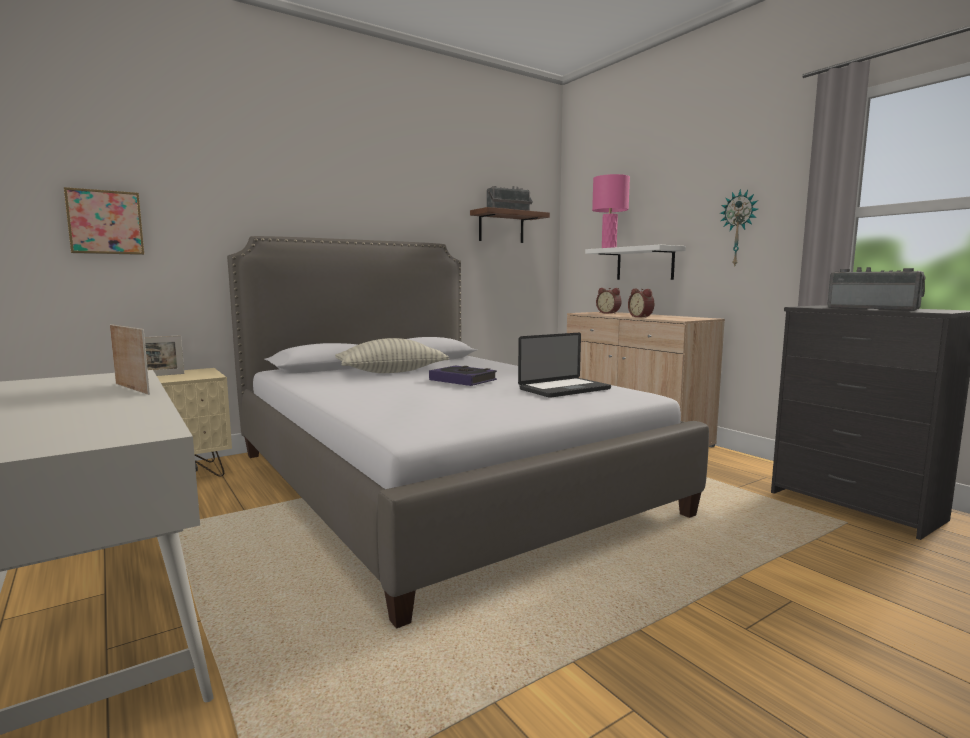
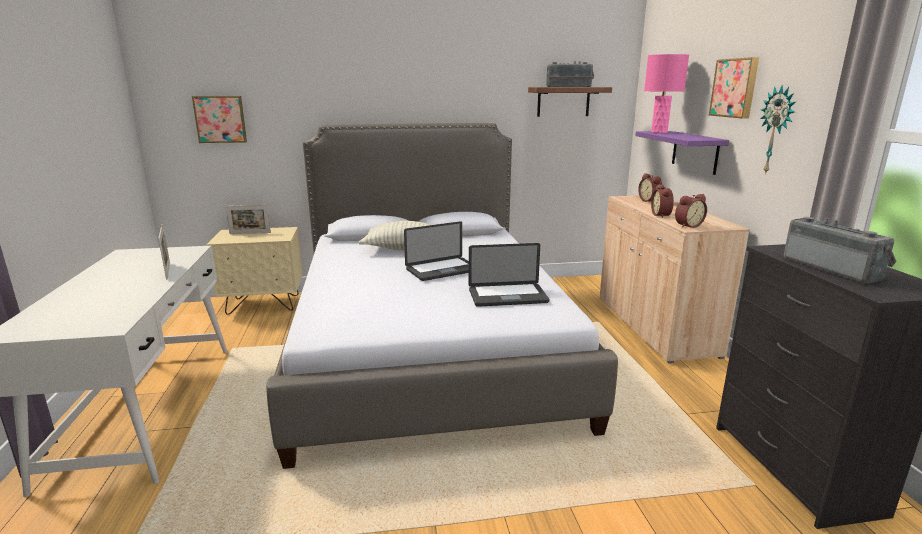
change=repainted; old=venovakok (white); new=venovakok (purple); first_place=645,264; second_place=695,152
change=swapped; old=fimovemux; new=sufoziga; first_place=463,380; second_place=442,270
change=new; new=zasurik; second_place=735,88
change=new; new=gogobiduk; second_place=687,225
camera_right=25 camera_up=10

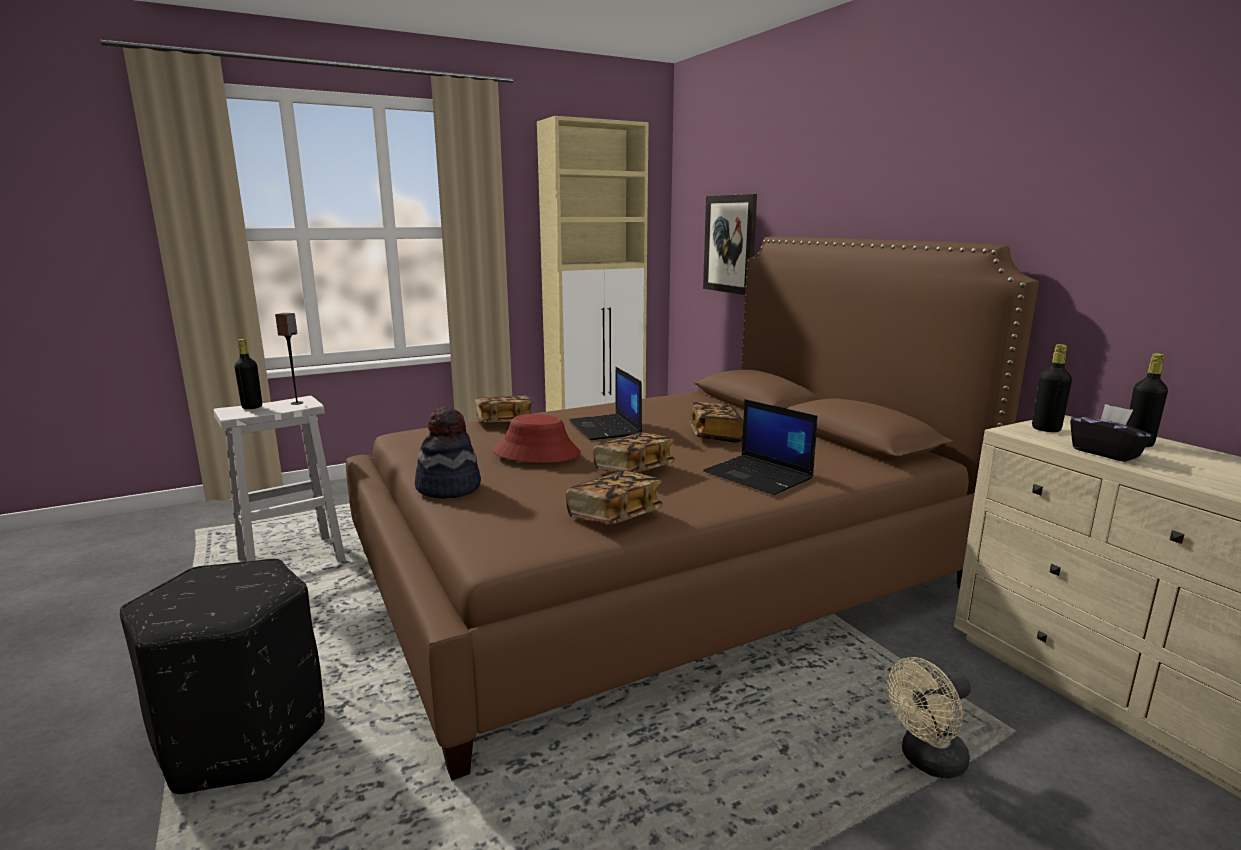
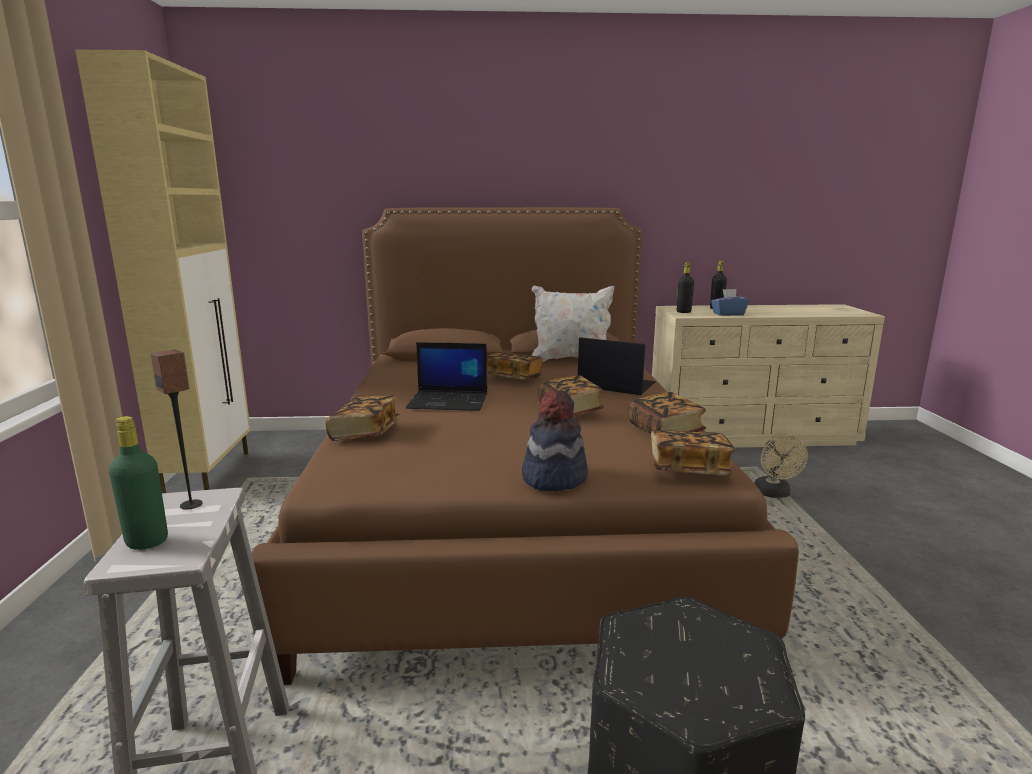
change=gone; old=zasurik; first_place=730,244
change=repainted; old=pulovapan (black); new=pulovapan (green); first_place=252,407; second_place=147,541
change=rotated; old=sufoziga; first_place=759,476; second_place=615,385; degrees=-135
change=repainted; old=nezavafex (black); new=nezavafex (blue); first_place=1105,453; second_place=728,314
change=gone; old=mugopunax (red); first_place=537,452
change=new; new=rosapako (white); second_place=571,361
change=new; new=fimovemux; second_place=688,470
camera_right=-65 camera_up=0

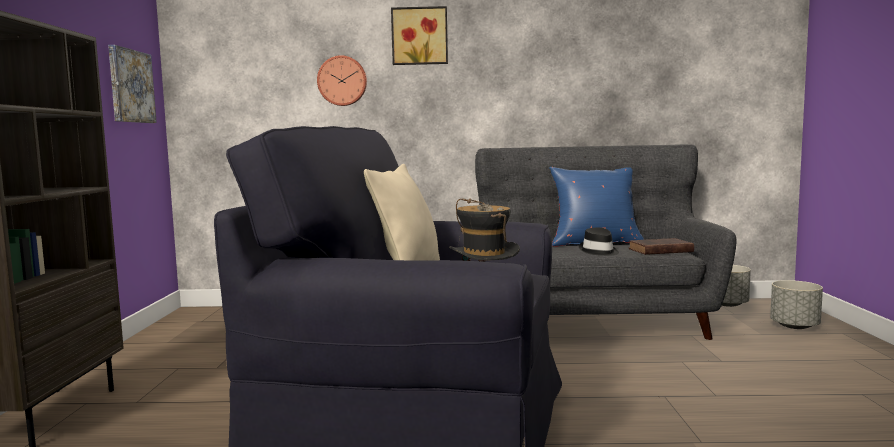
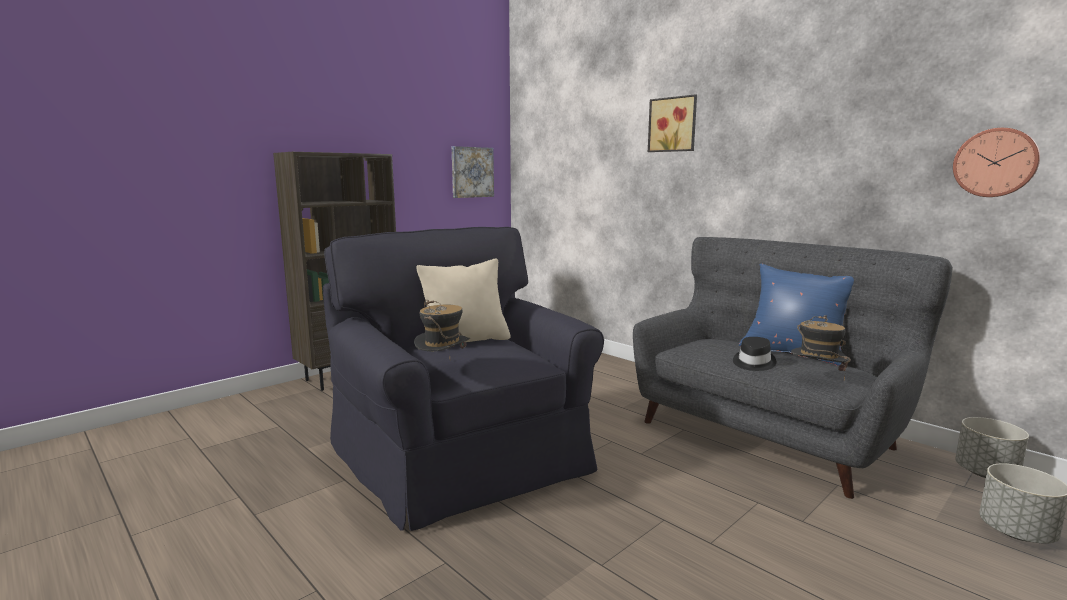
change=shifted; old=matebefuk; first_place=342,81; second_place=995,162
change=swapped; old=fimovemux (brown); new=mugopunax; first_place=659,250; second_place=816,379
camera_right=45 camera_up=5

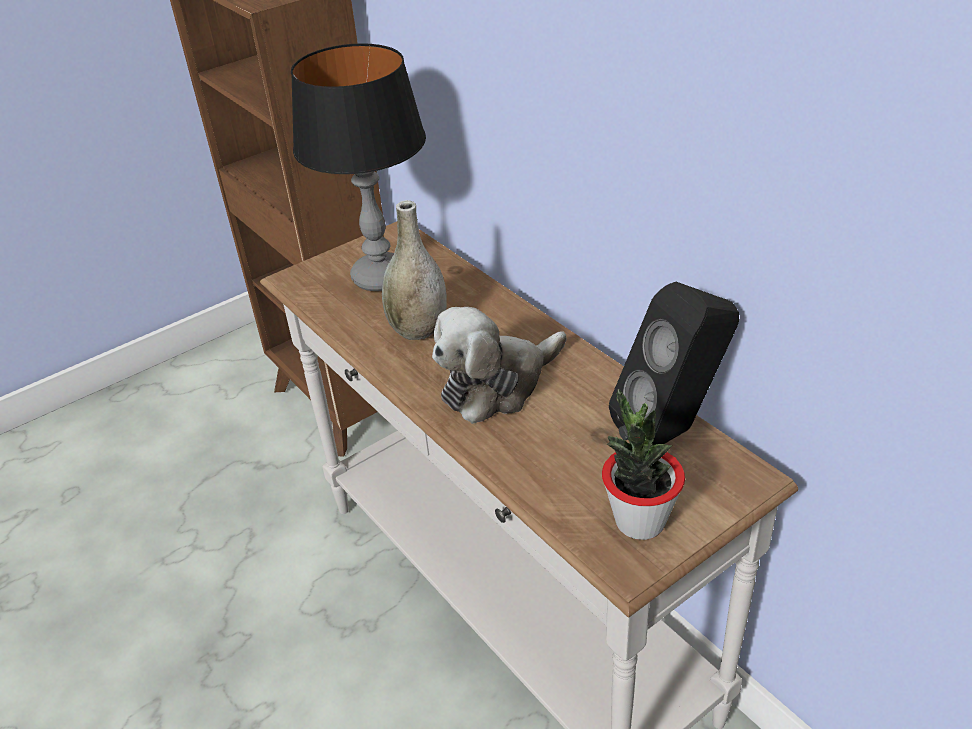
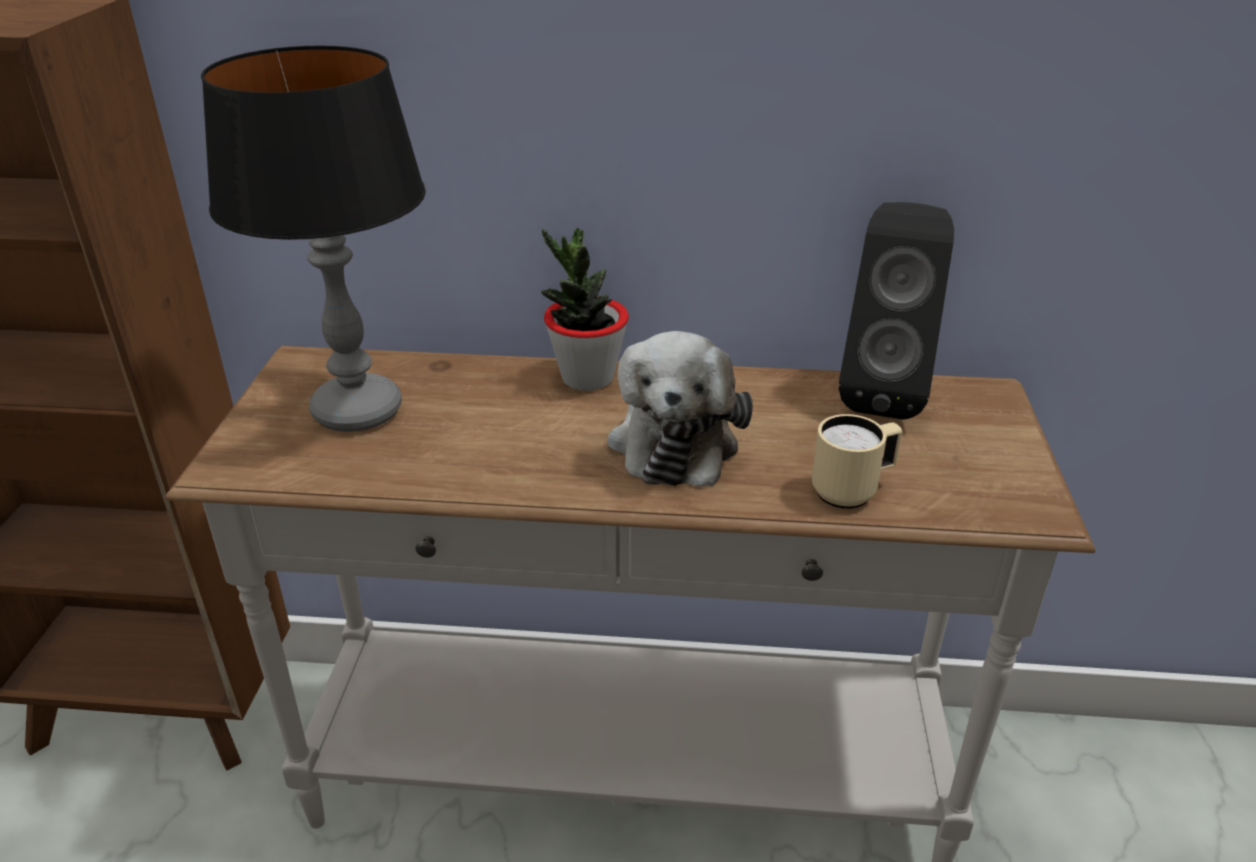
change=gone; old=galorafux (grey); first_place=418,329
change=shifted; old=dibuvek; first_place=639,521; second_place=587,378
change=new; new=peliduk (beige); second_place=852,491
camera_right=-50 camera_up=-5

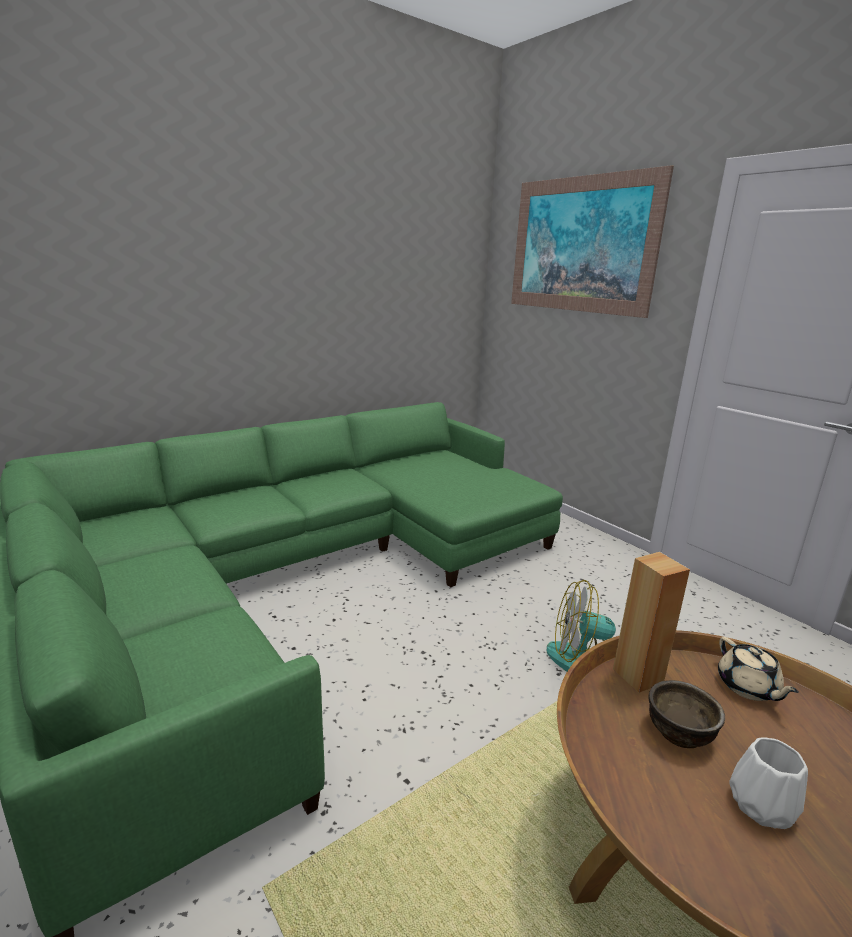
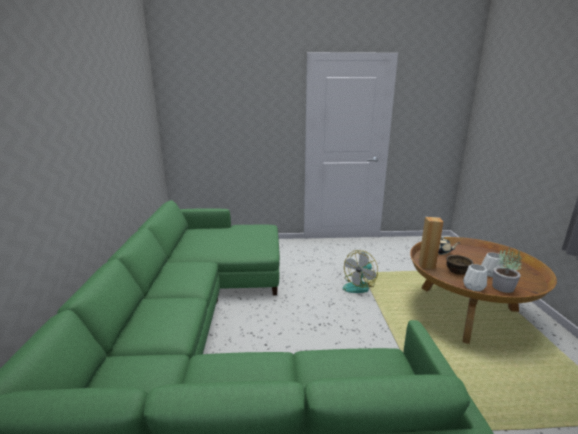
change=gone; old=zasurik; first_place=581,245
change=new; new=dibuvek; second_place=502,287
change=new; new=galorafux (white); second_place=473,286
camera_right=-55 camera_up=0

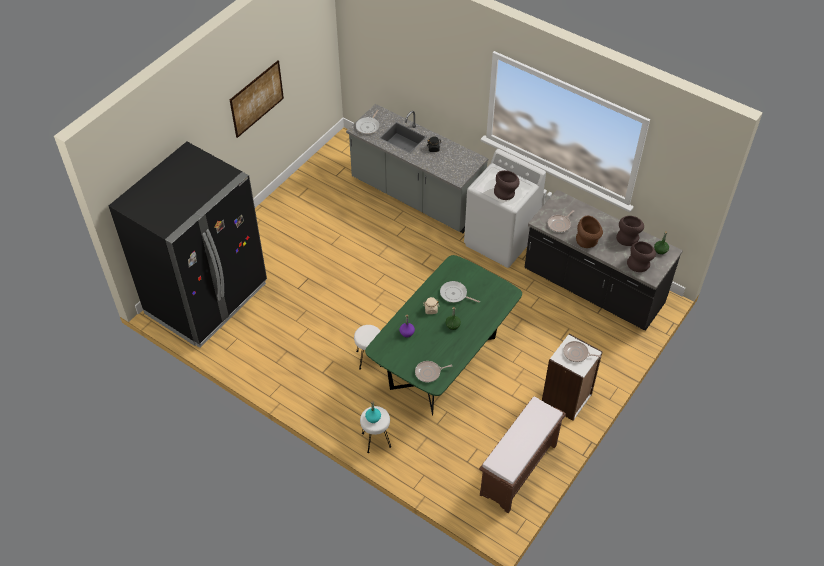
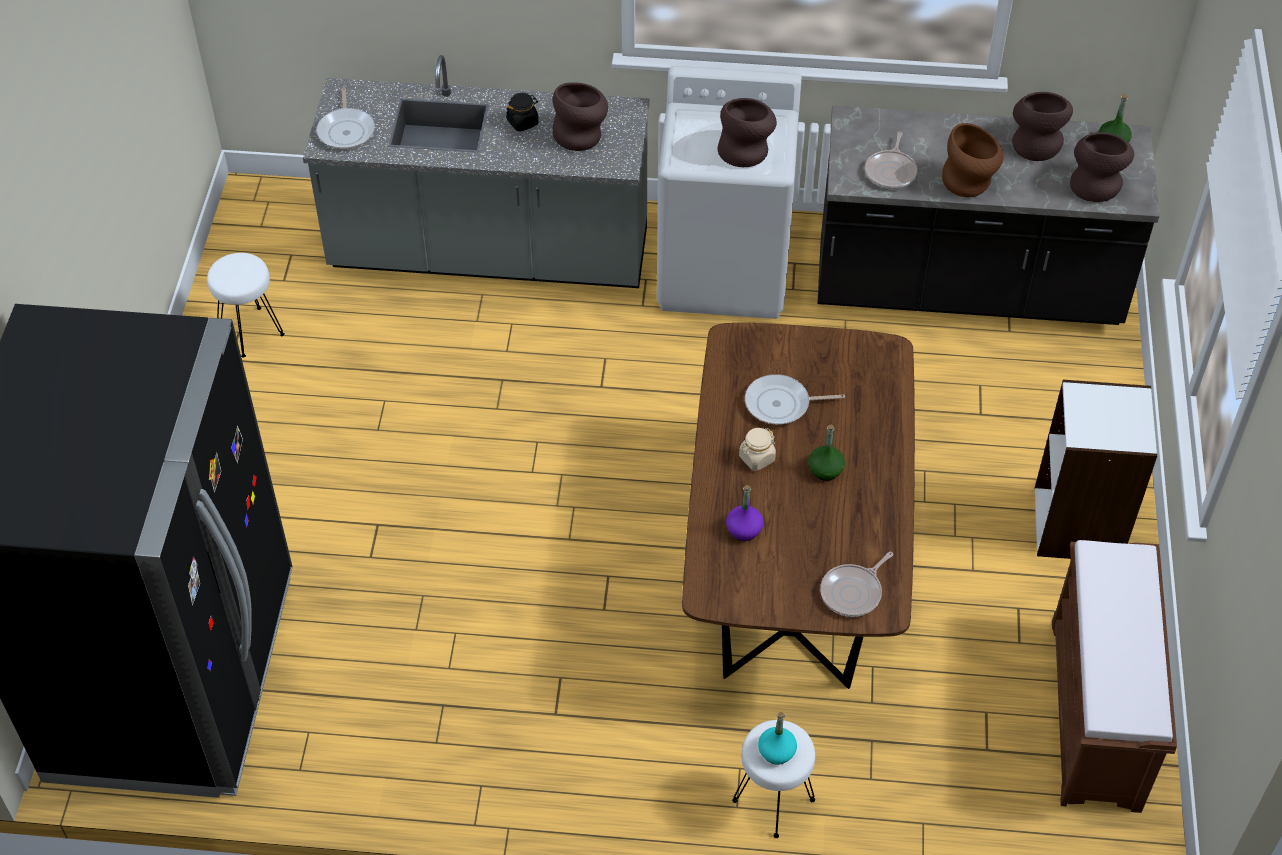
change=gone; old=zasurik; first_place=257,98
change=repainted; old=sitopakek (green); new=sitopakek (brown); first_place=443,363; second_place=793,570
change=shifted; old=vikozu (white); first_place=369,358; second_place=250,331
change=gone; old=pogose; first_place=577,354
change=new; new=galorafux (brown); second_place=581,135
camera_right=-30 camera_up=0

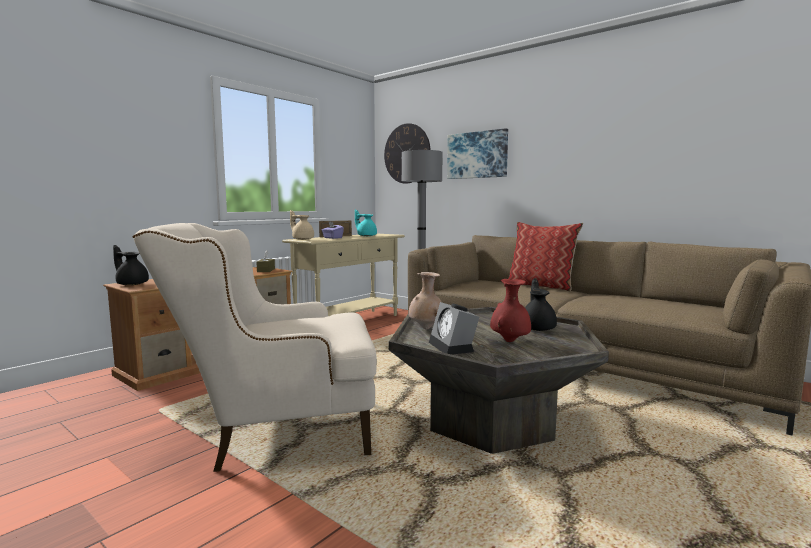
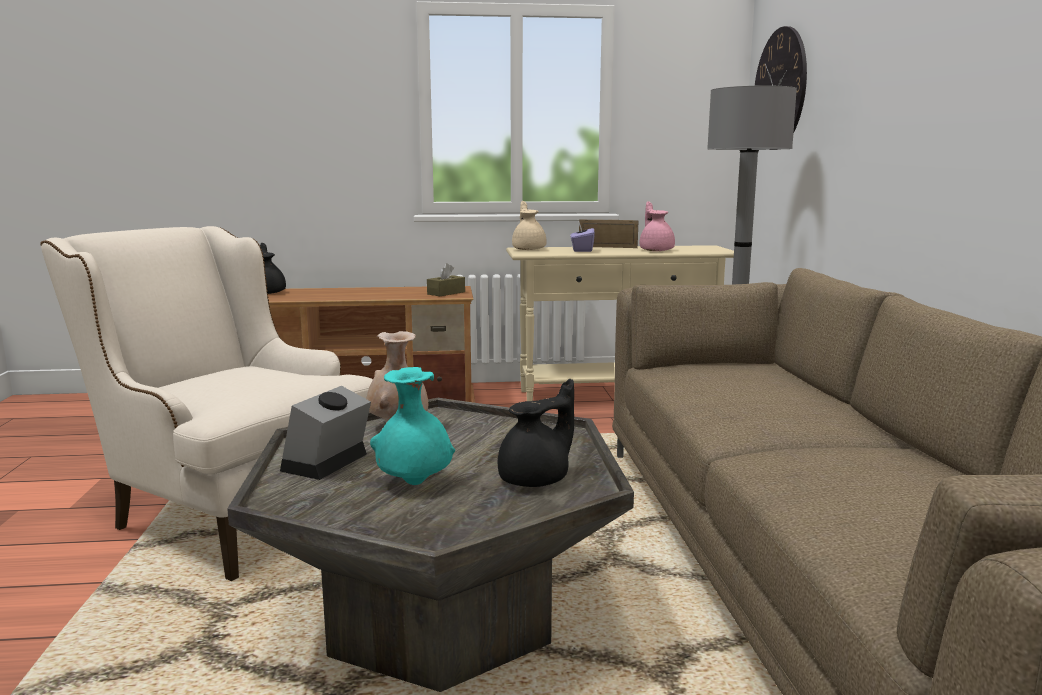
change=gone; old=zasurik; first_place=477,155
change=repainted; old=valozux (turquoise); new=valozux (pink); first_place=366,236; second_place=656,250
change=gone; old=rosapako; first_place=541,286
change=repainted; old=galorafux (red); new=galorafux (turquoise); first_place=510,341; second_place=414,483
camera_right=45 camera_up=5

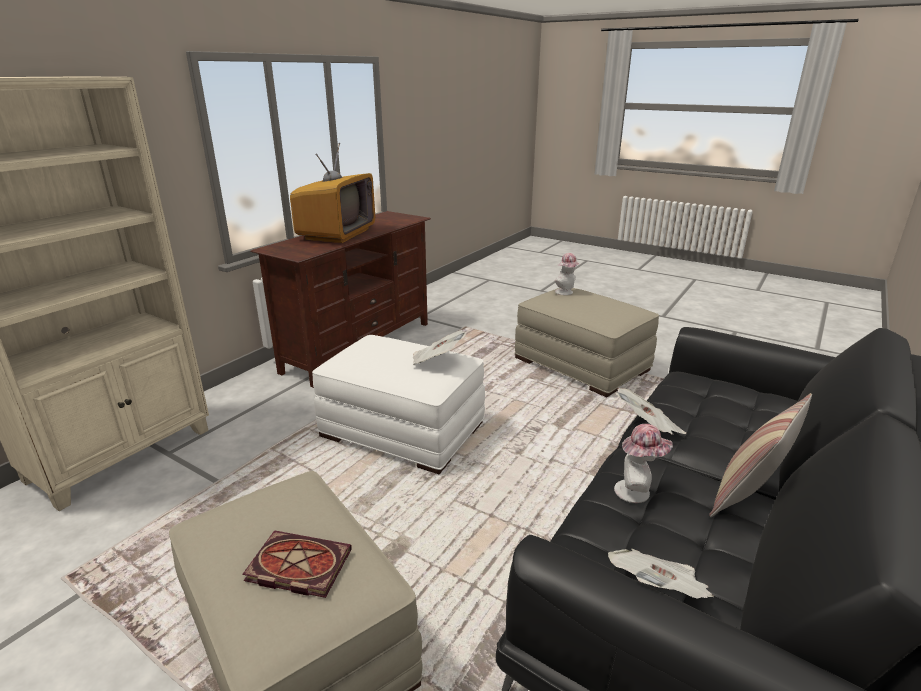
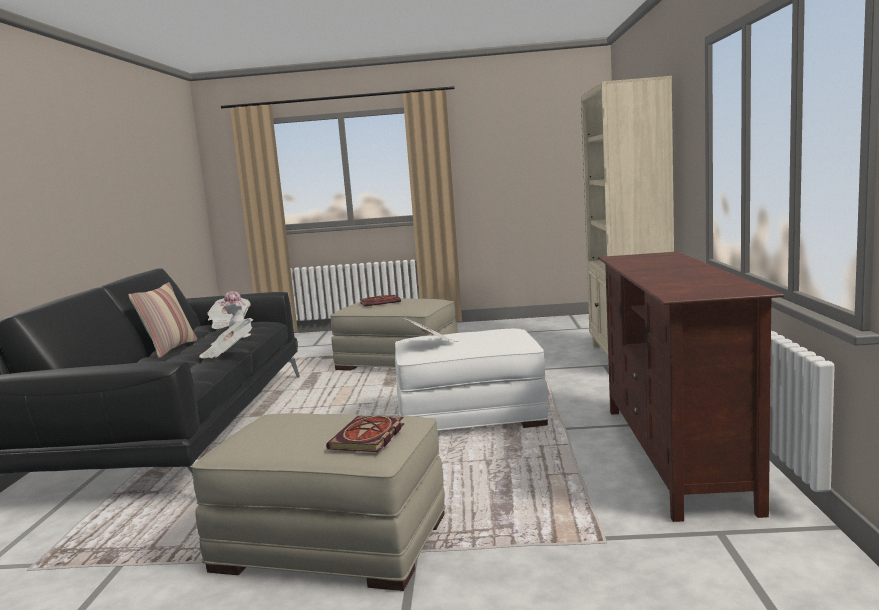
change=gone; old=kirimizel; first_place=337,234
change=swapped; old=mugopunax; new=fimovemux; first_place=566,292; second_place=368,438
camera_right=150 camera_up=-15

